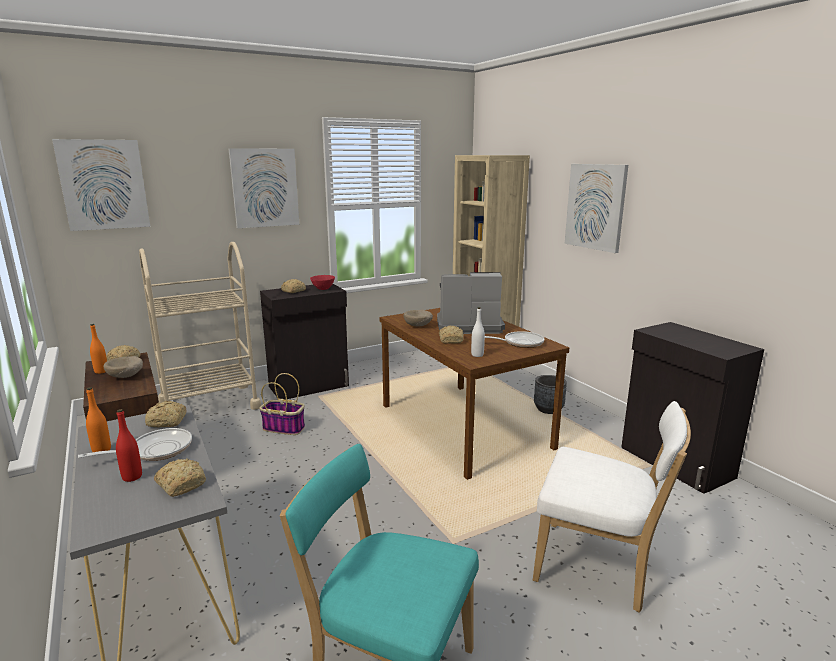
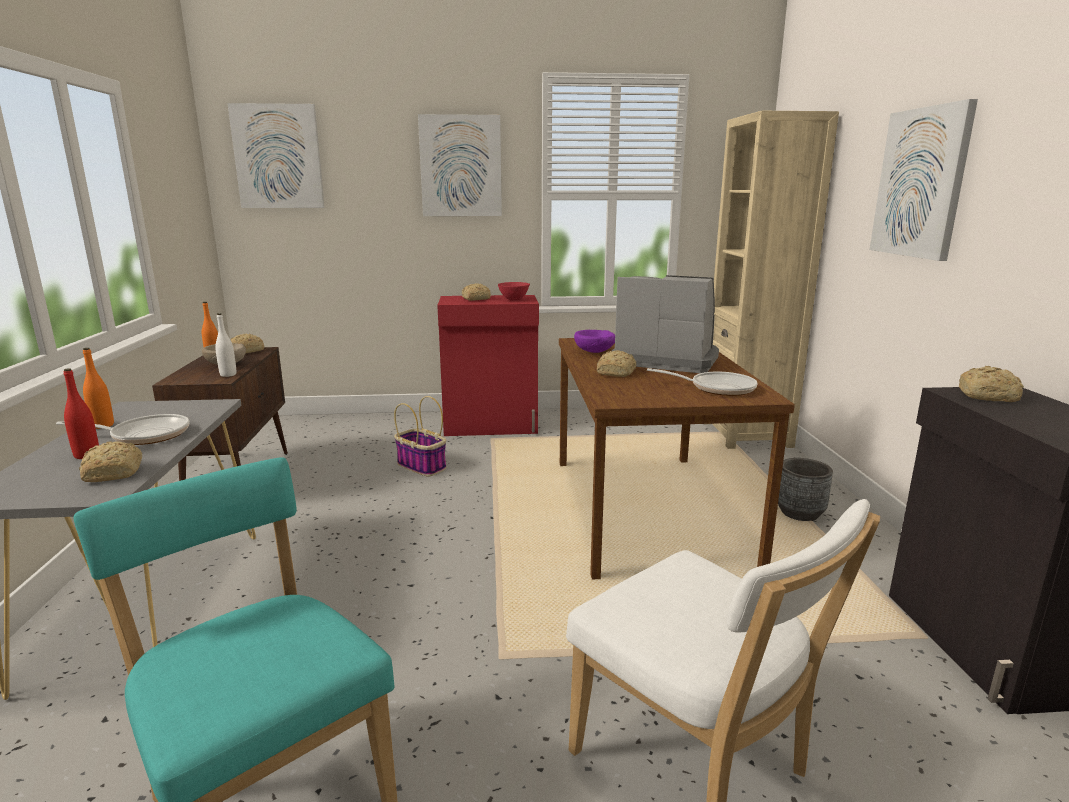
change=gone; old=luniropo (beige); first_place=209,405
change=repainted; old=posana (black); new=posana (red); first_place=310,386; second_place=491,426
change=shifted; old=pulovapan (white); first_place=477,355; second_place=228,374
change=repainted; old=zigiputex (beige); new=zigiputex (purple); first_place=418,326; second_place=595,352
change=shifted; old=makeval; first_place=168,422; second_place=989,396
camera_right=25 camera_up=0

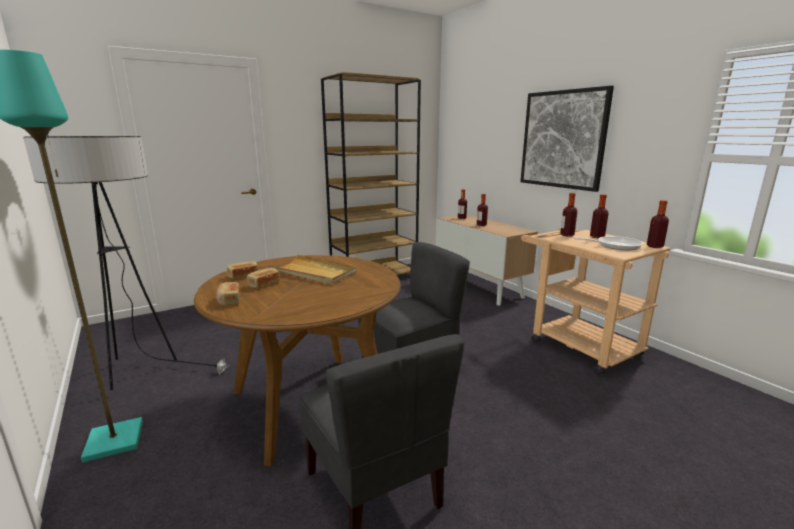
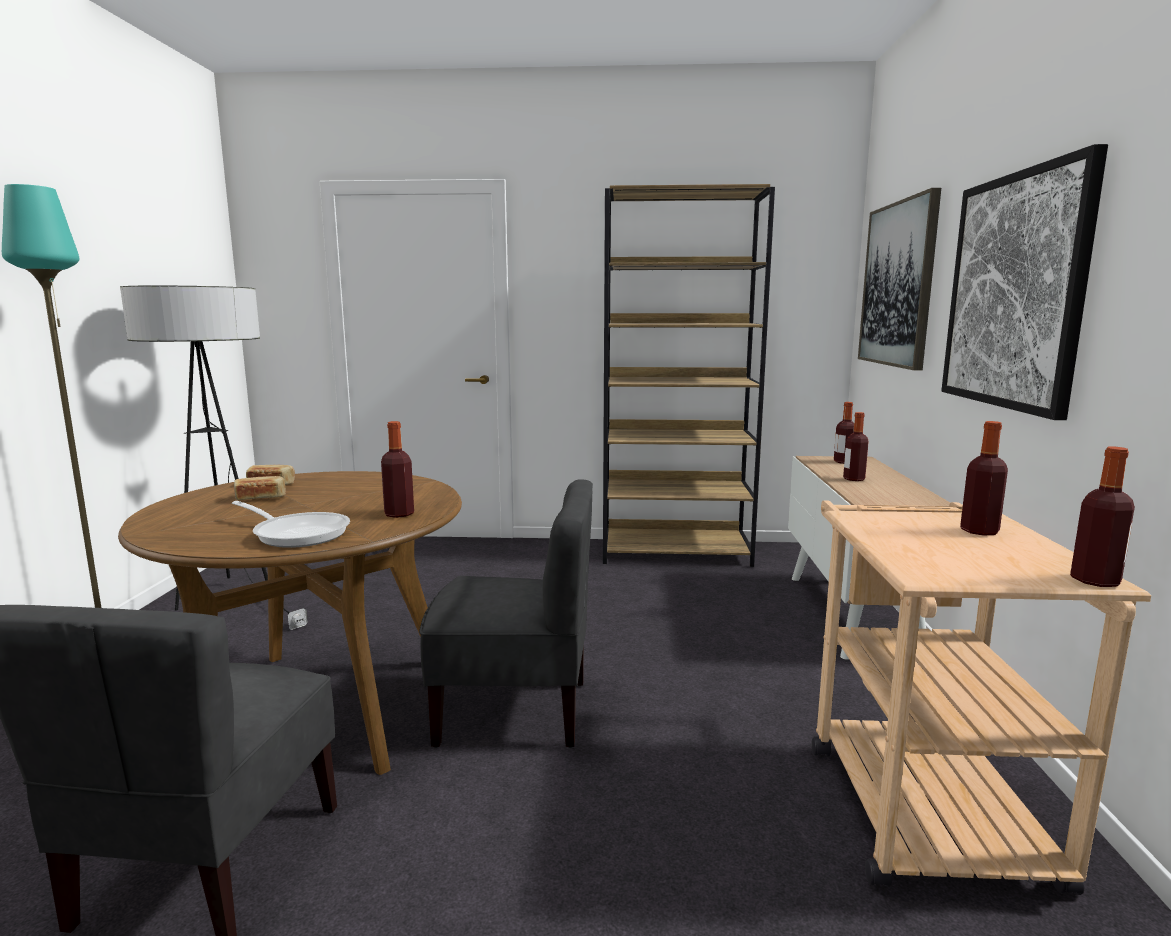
change=shifted; old=pulovapan; first_place=567,235; second_place=399,514
change=shifted; old=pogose; first_place=615,246; second_place=297,534
change=gone; old=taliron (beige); first_place=313,272
change=gone; old=makeval; first_place=229,300
change=new; new=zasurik; second_place=898,284
camera_right=35 camera_up=-5

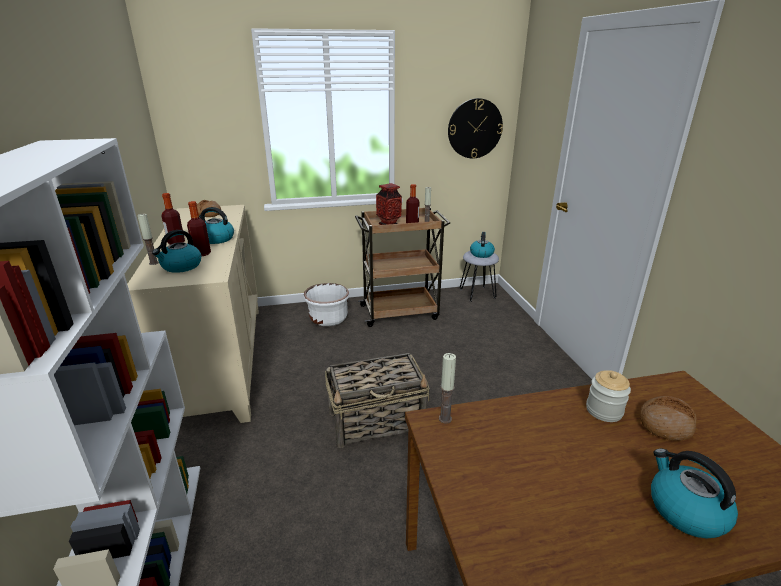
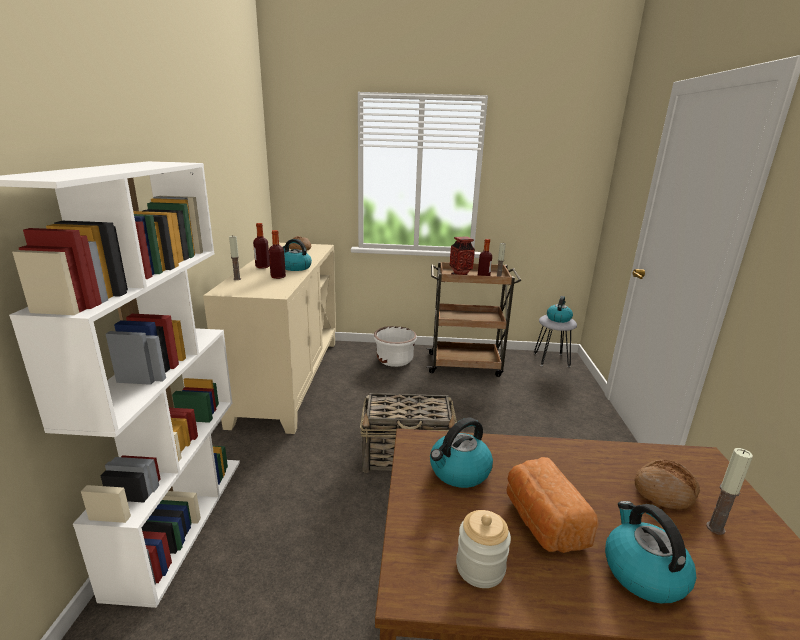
change=gone; old=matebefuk; first_place=475,128
change=shifted; old=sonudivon; first_place=181,266; second_place=459,471
change=shifted; old=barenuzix; first_place=445,418; second_place=715,528
change=shifted; old=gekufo; first_place=604,411; second_place=480,567
change=new; new=makeval; second_place=542,522
camera_right=15 camera_up=-5

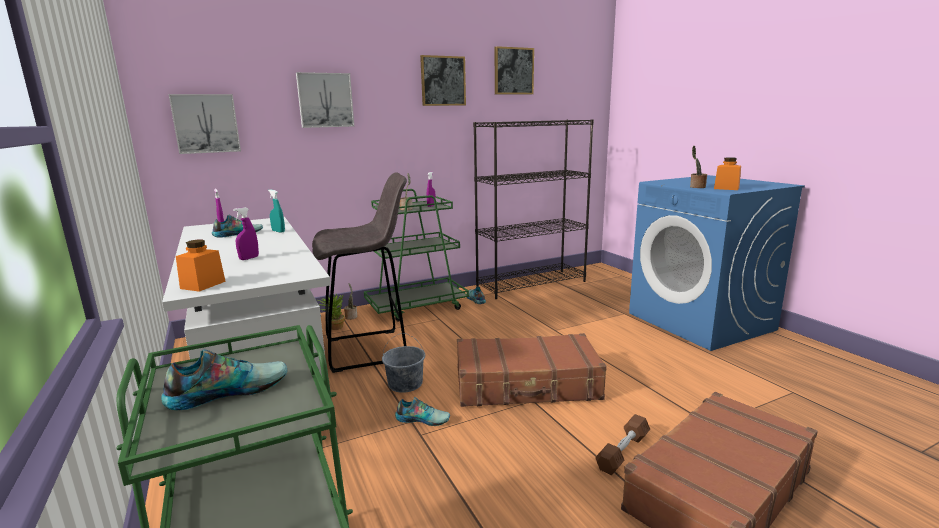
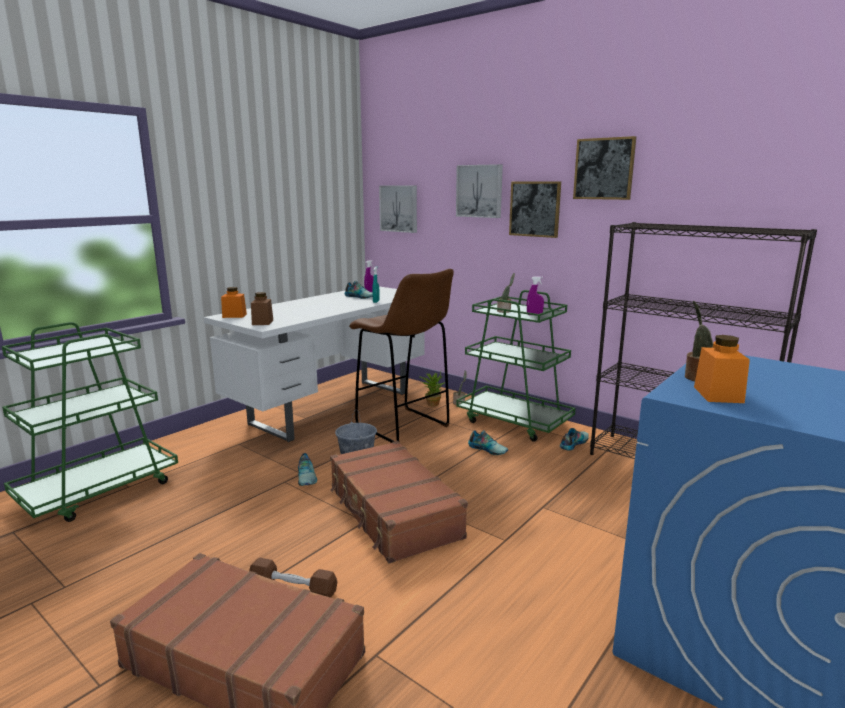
change=shifted; old=zasurik; first_place=513,71; second_place=535,209
change=repainted; old=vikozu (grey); new=vikozu (brown); first_place=369,350; second_place=404,427
change=gone; old=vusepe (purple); first_place=249,258
change=shifted; old=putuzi; first_place=228,390; second_place=488,449
change=new; new=gekufo (brown); second_place=262,322
camera_right=65 camera_up=0

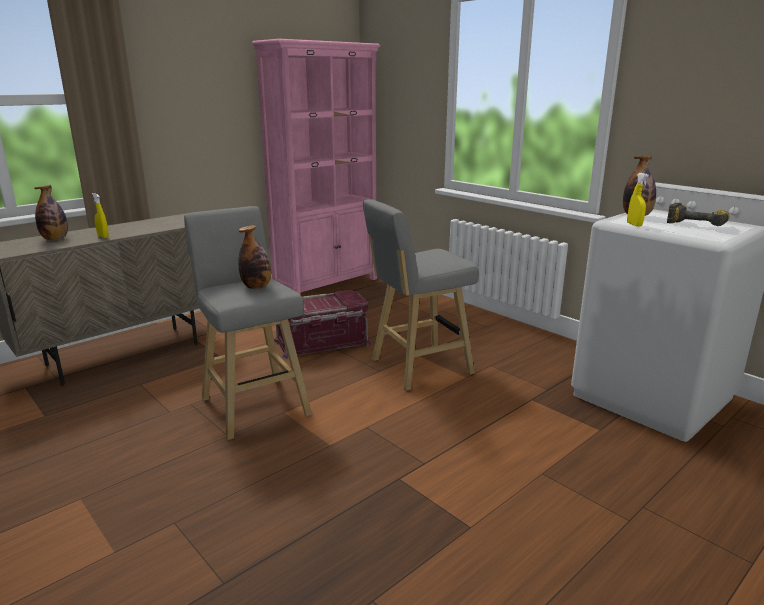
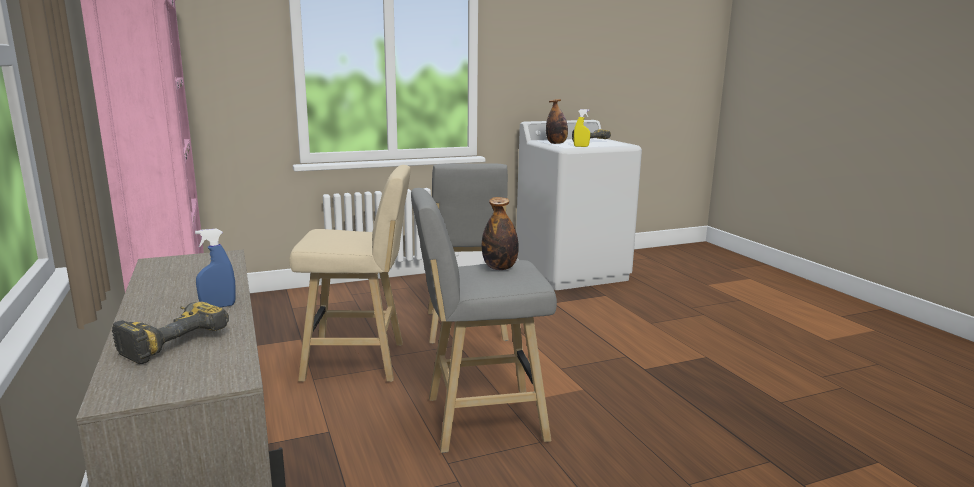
change=swapped; old=pulovapan; new=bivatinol; first_place=55,239; second_place=170,340
change=repainted; old=vusepe (yellow); new=vusepe (blue); first_place=103,236; second_place=218,306
change=swapped; old=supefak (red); new=vikozu (beige); first_place=322,343; second_place=360,362
camera_right=-70 camera_up=-5

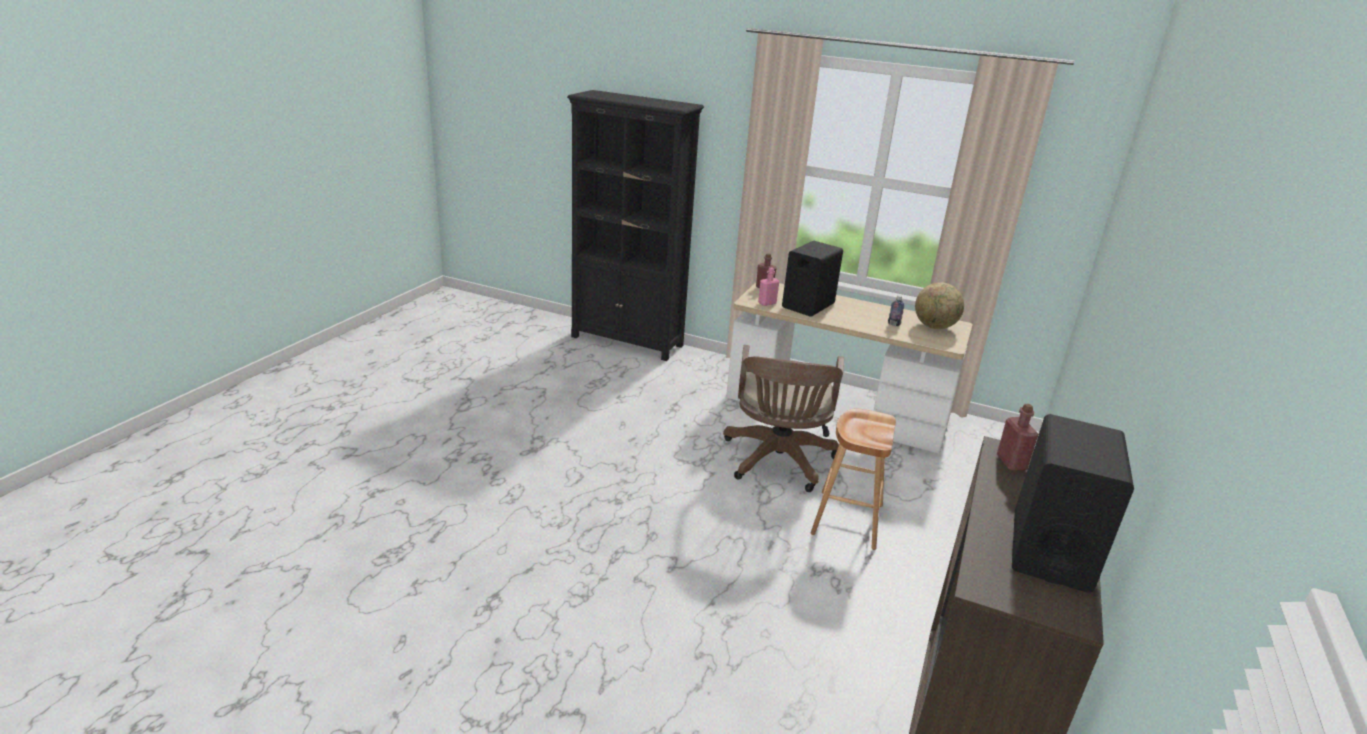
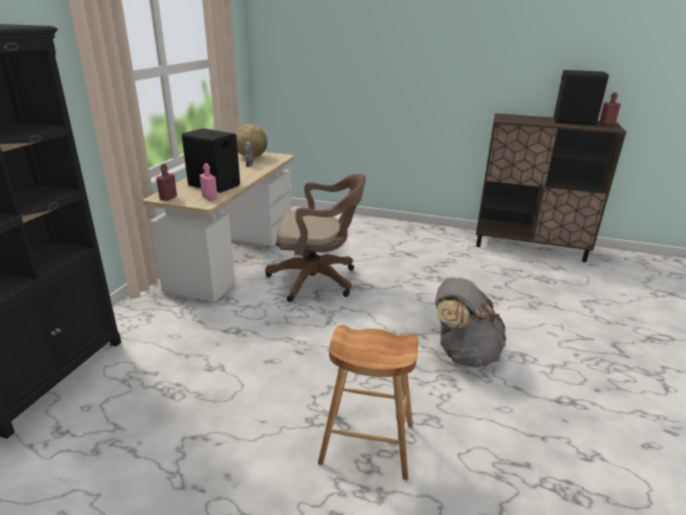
change=shifted; old=pulovapan (red); first_place=1011,463; second_place=607,123
change=shifted; old=vikozu (brown); first_place=847,519; second_place=368,444
change=new; new=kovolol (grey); second_place=463,353
camera_right=-95 camera_up=0

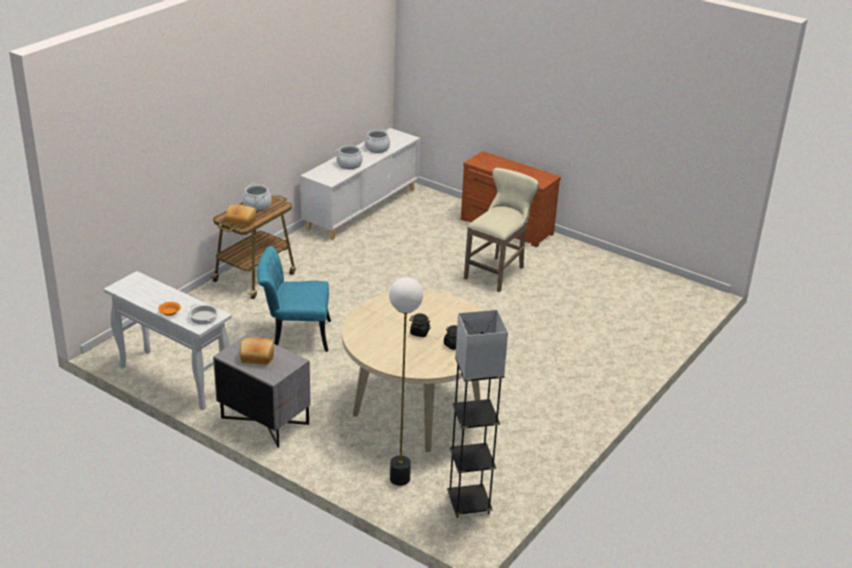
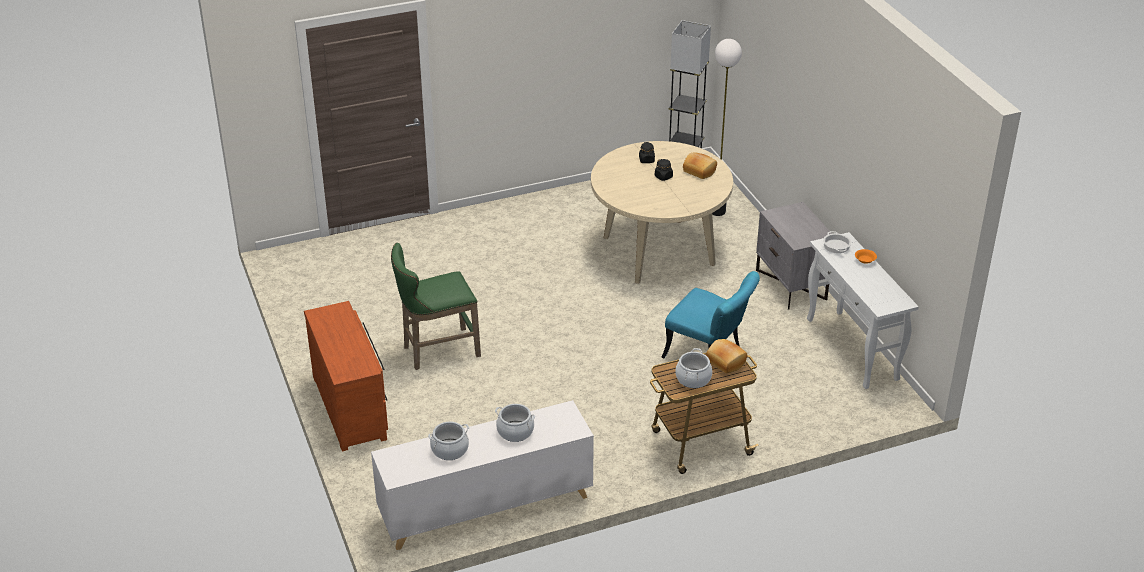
change=repainted; old=vikozu (beige); new=vikozu (green); first_place=498,272; second_place=437,351
change=shifted; old=makeval; first_place=257,357; second_place=700,170
camera_right=-145 camera_up=5

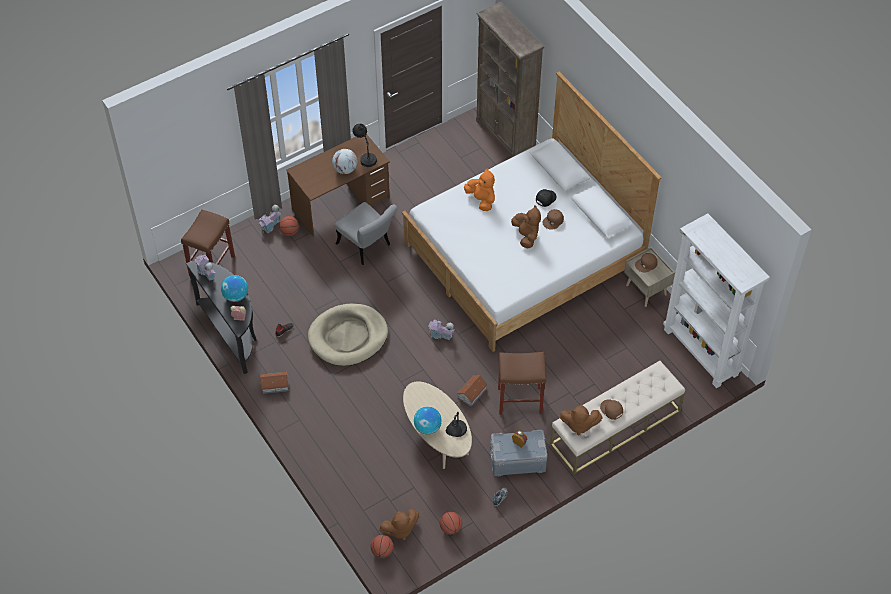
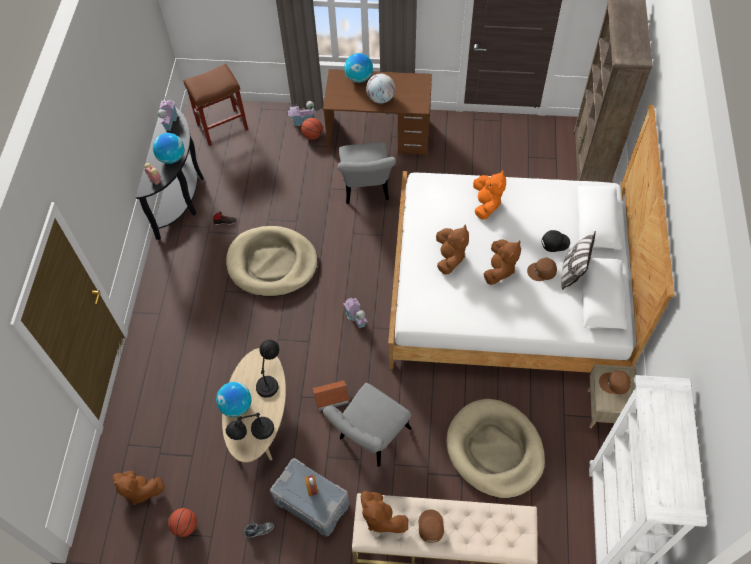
change=shifted; old=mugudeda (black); first_place=365,155; second_place=270,377
change=swapped; old=vikozu (brown); new=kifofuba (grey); first_place=519,401; second_place=369,438
change=gone; old=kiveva; first_place=274,385
change=gone; old=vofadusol; first_place=382,551
change=new; new=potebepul; second_place=359,78
change=new; new=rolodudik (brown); second_place=450,258
change=new; new=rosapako; second_place=572,272
change=new; new=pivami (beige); second_place=495,450
camera_right=40 camera_up=5

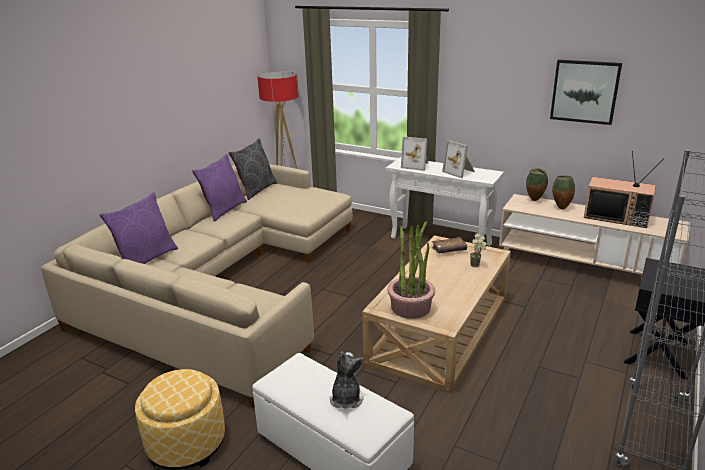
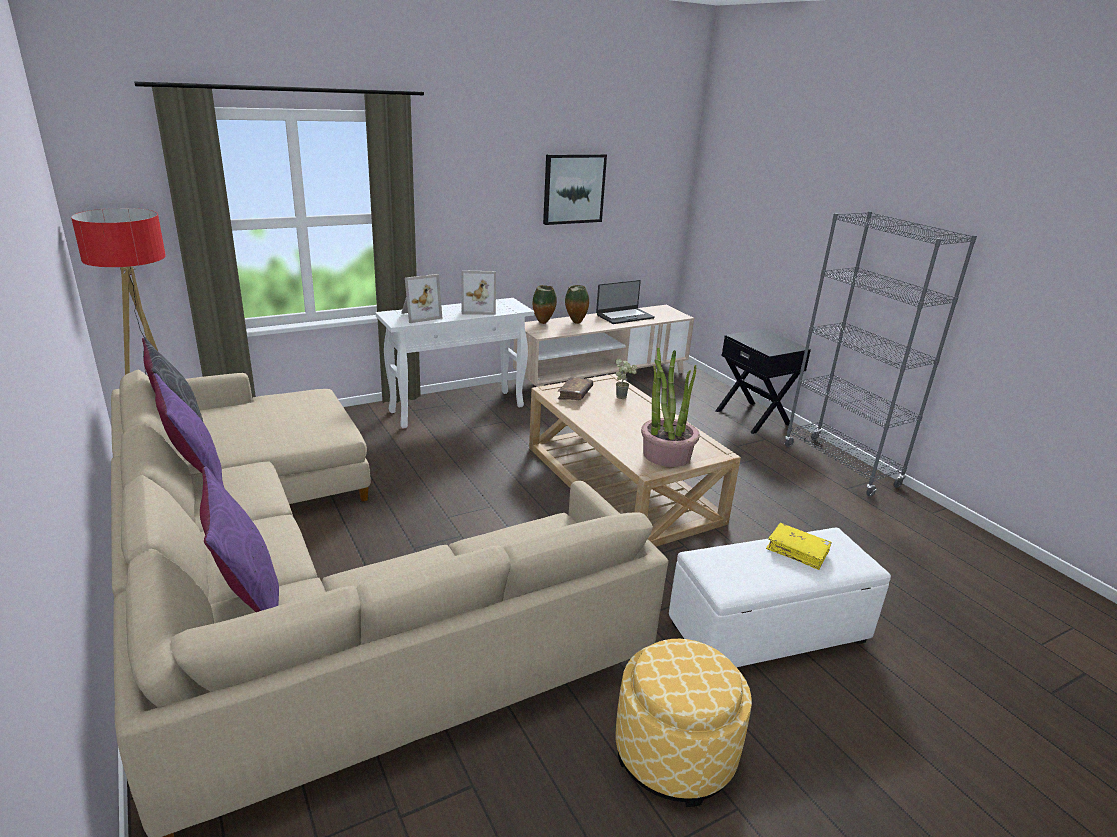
change=swapped; old=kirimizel; new=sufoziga; first_place=617,217; second_place=624,316
change=swapped; old=rolodudik; new=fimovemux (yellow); first_place=346,398; second_place=797,551
camera_right=-60 camera_up=0

